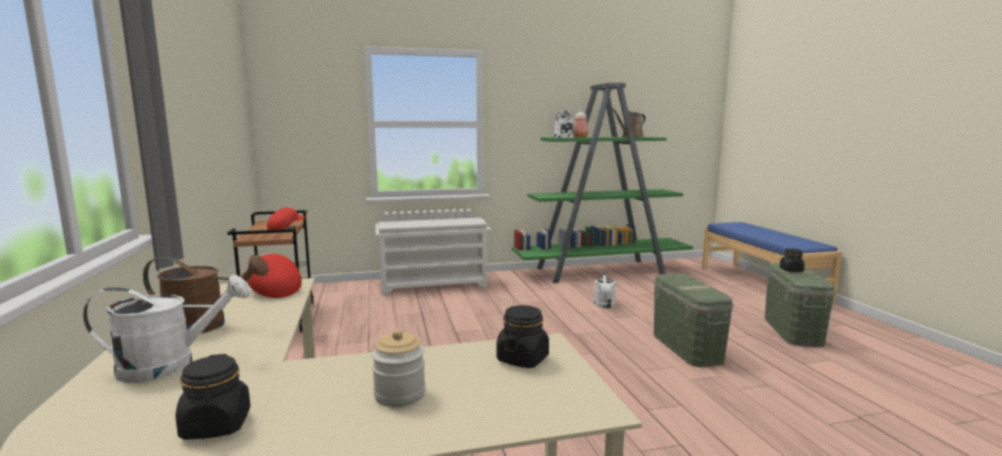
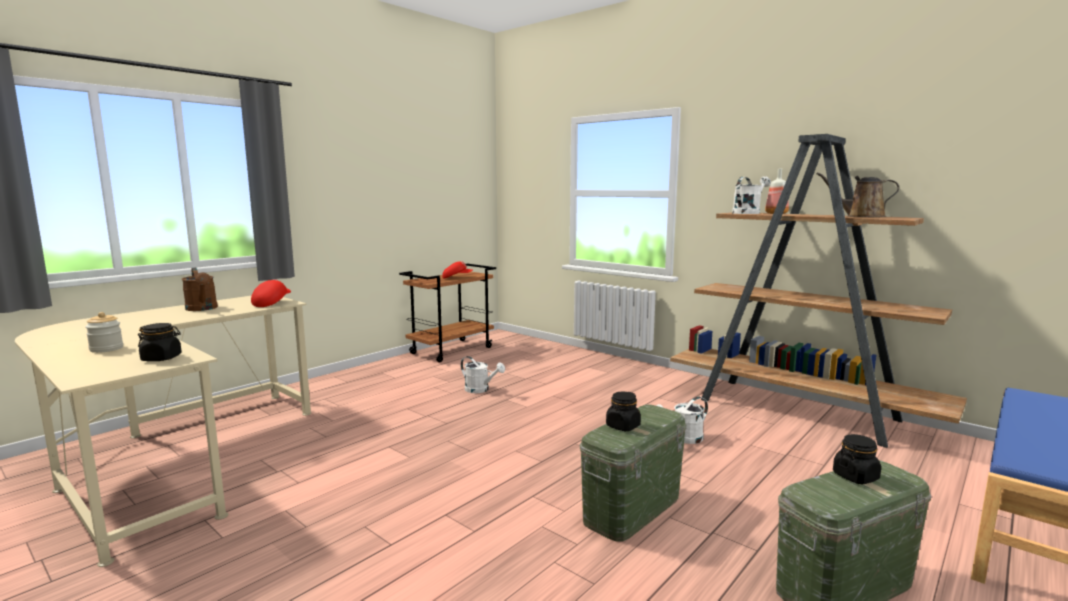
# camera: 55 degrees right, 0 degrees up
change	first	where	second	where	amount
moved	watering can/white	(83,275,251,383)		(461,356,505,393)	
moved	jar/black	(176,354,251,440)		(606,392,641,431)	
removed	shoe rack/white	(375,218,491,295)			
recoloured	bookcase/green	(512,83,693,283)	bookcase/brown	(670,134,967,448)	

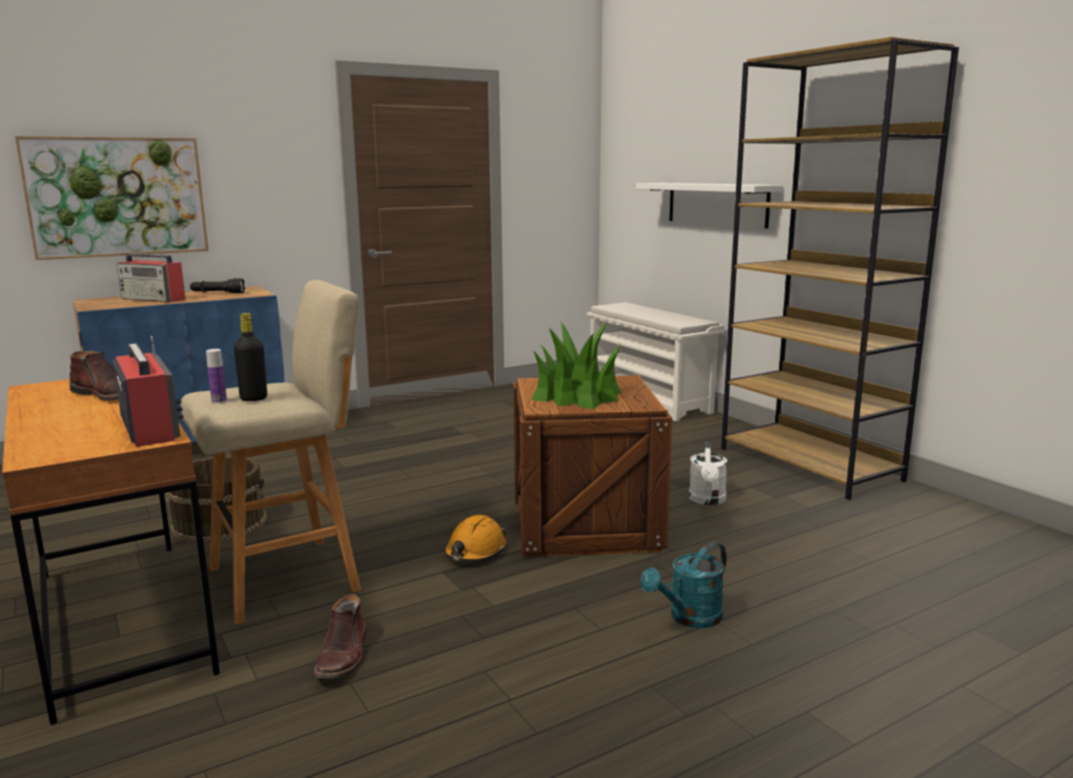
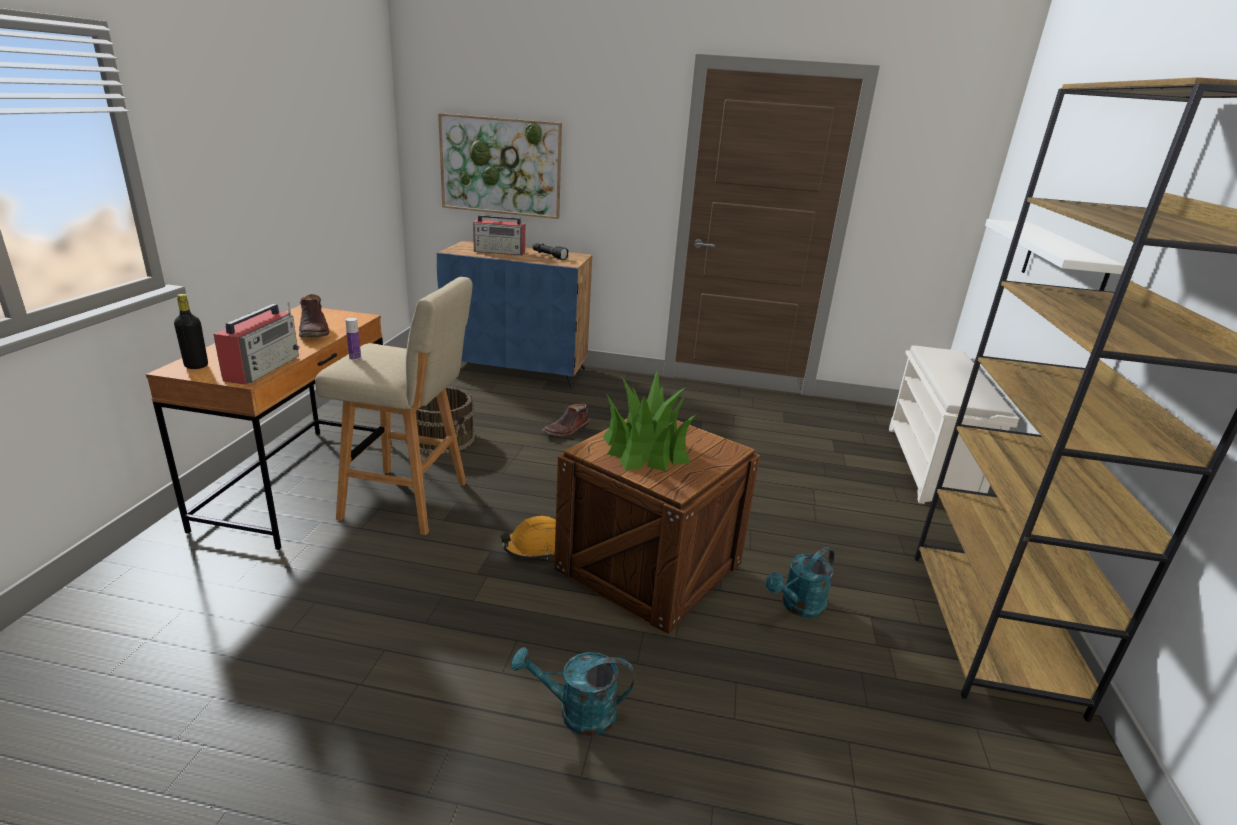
# camera: 40 degrees right, 10 degrees up
change	first	where	second	where	amount
turned	radio	(117,254,186,303)		(473,215,525,256)	60 degrees counterclockwise
moved	bottle/black	(234,313,267,401)		(174,294,208,369)	
moved	boot/brown	(314,594,366,679)		(542,403,590,437)	
recoloured	watering can/white	(689,442,727,505)	watering can/turquoise	(766,547,835,618)	

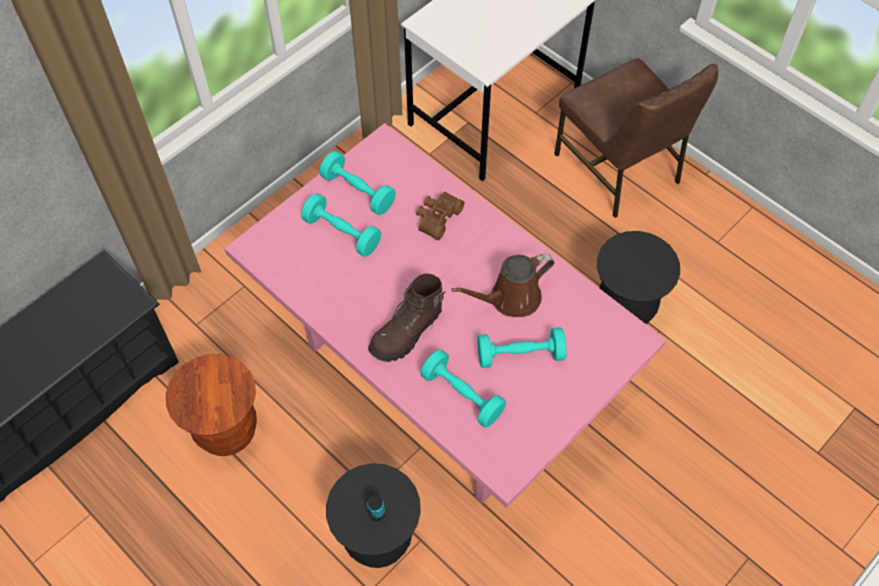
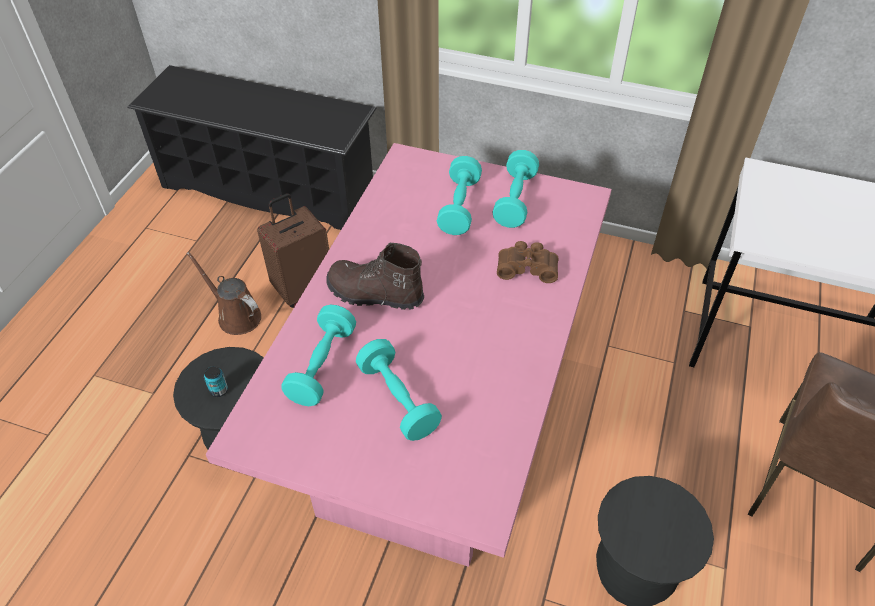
# camera: 65 degrees right, 10 degrees down
change	first	where	second	where	amount
replaced	stool/brown	(166,354,257,456)	suitcase/brown	(257,193,329,308)	
moved	watering can/brown	(451,253,555,317)		(186,252,261,335)	

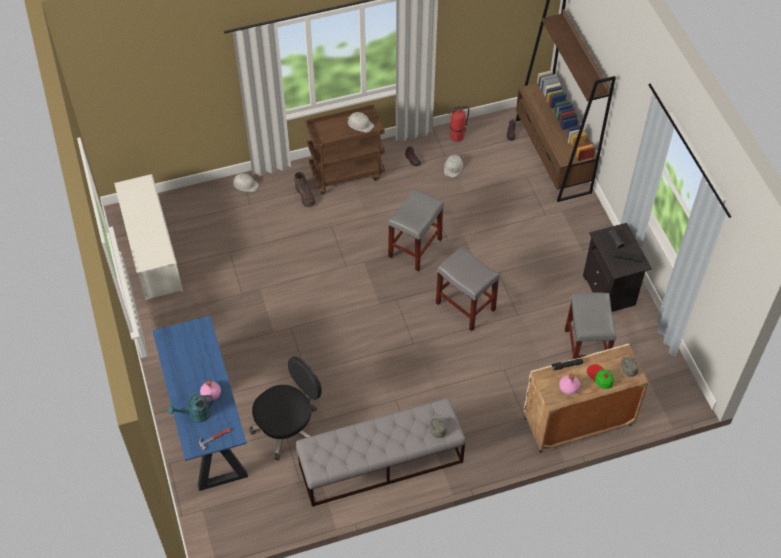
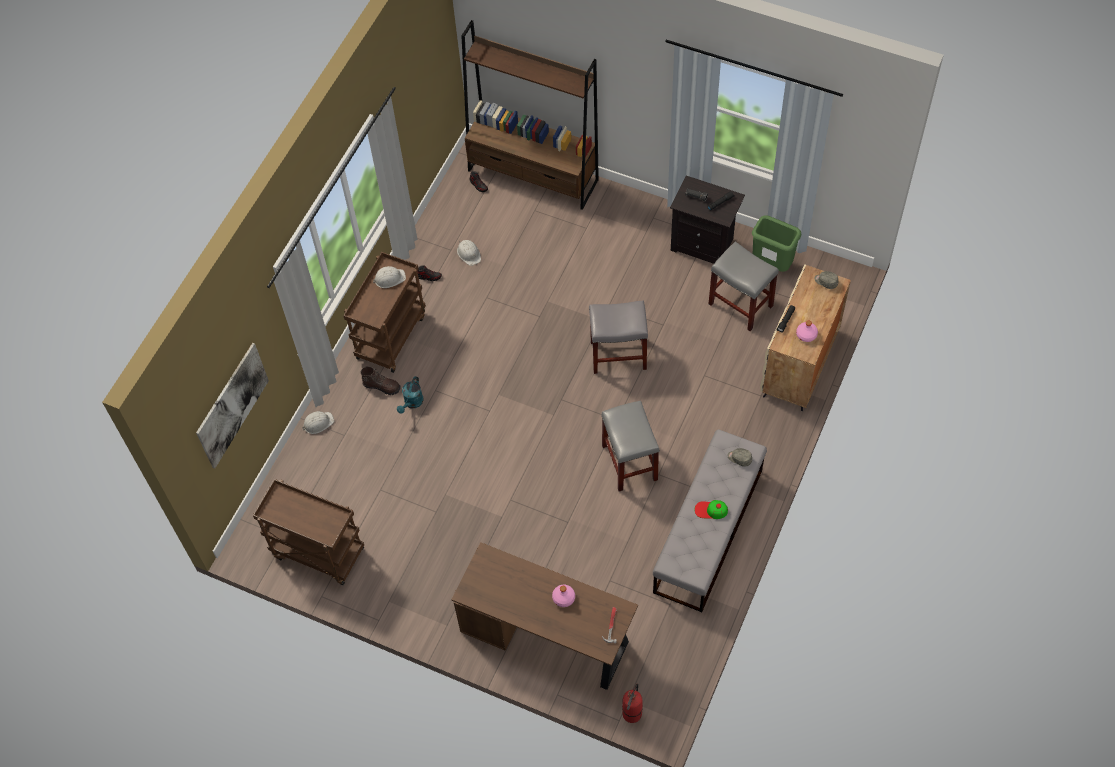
# camera: 45 degrees left, 5 degrees up
change	first	where	second	where	amount
replaced	shoe rack/white	(114,174,183,300)	cart/brown	(253,479,364,585)	
recoloured	desk/blue	(153,316,248,491)	desk/brown	(451,542,638,690)	
moved	watering can/turquoise	(168,394,213,422)		(397,376,423,414)	
removed	office chair/black	(249,356,322,461)			
moved	stool/grey	(388,188,444,272)		(601,401,659,492)	
moved	fire extinguisher	(449,105,469,142)		(622,683,643,723)	
moved	cap	(587,364,614,389)		(695,500,728,519)	
added			picture	(196,343,269,469)	
added			trash can/green	(752,215,802,272)	

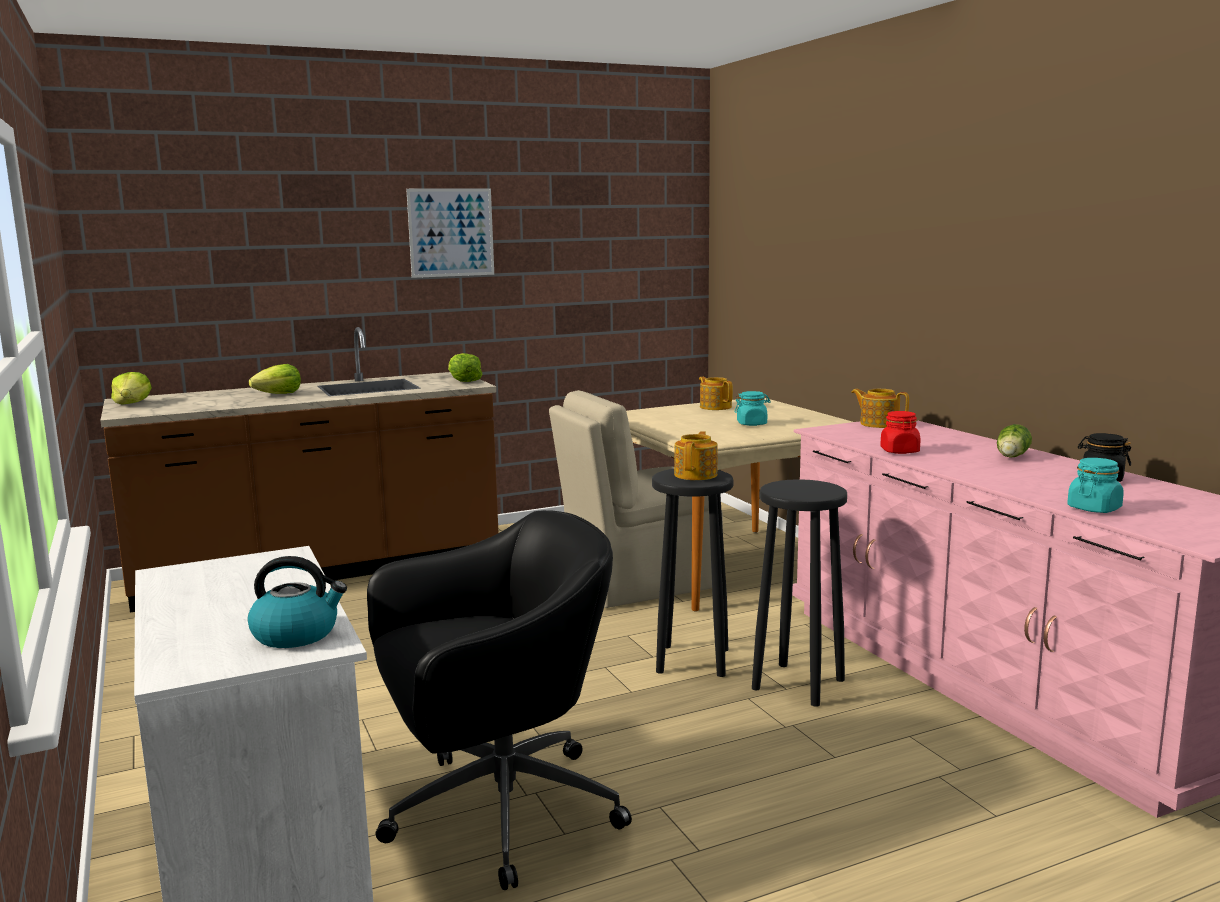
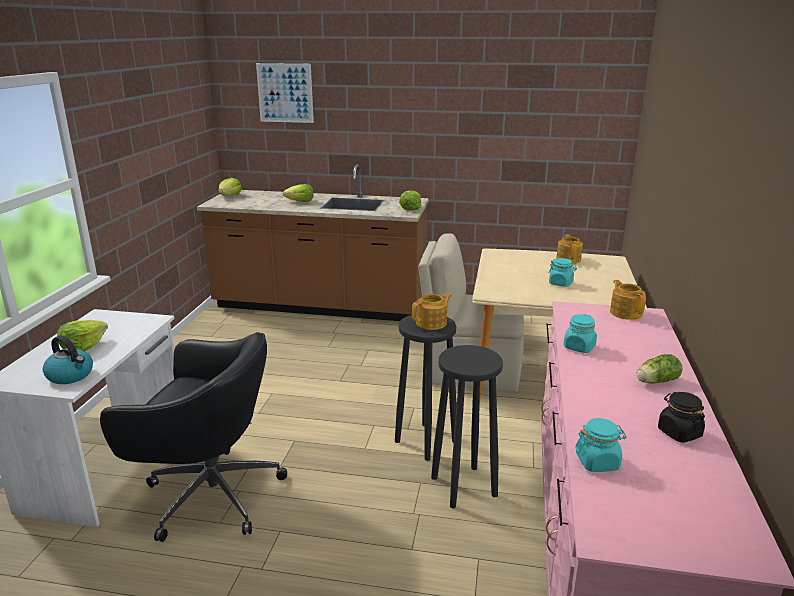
# camera: 35 degrees right, 10 degrees up
change	first	where	second	where	amount
moved	picture	(406,188,494,278)		(256,63,314,123)	
recoloured	jar/red	(880,411,921,454)	jar/turquoise	(563,314,597,353)	
added			lettuce	(57,320,108,351)	

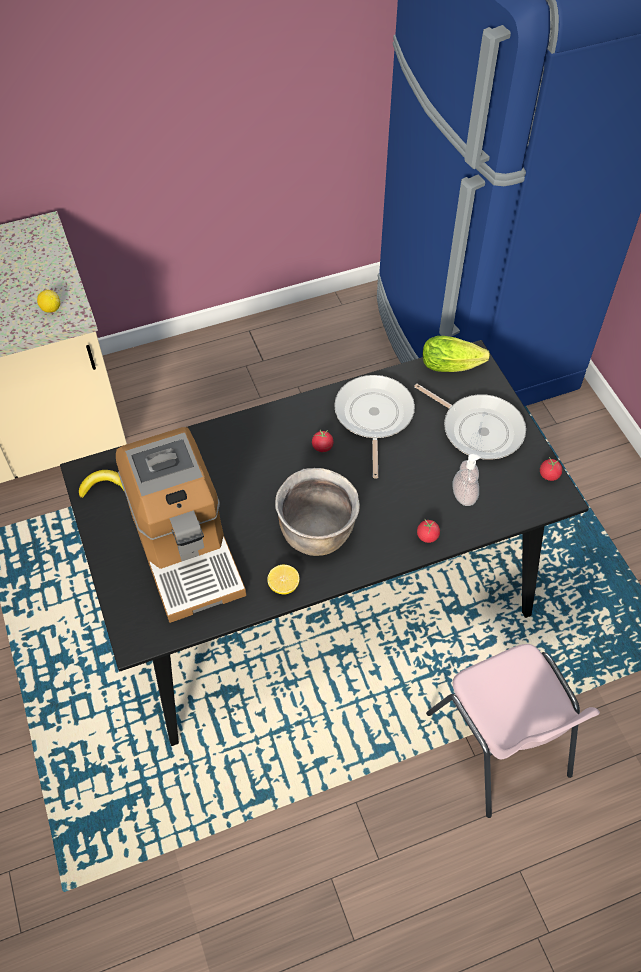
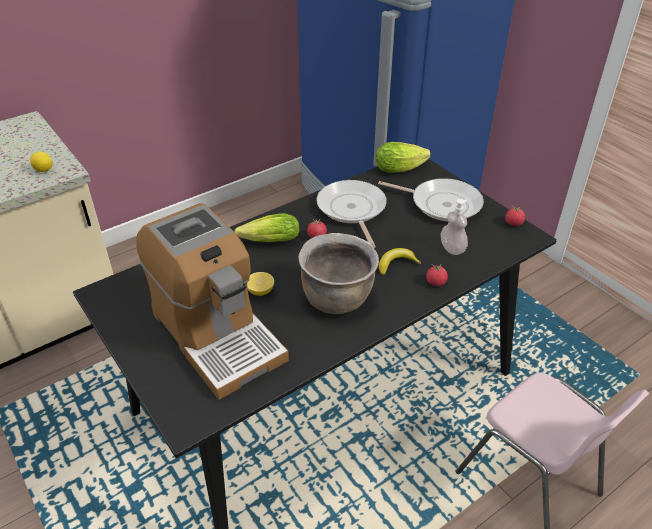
# camera: 15 degrees left, 15 degrees down
change	first	where	second	where	amount
moved	banana	(79,470,124,498)		(379,248,421,275)	
moved	lemon	(267,565,300,595)		(247,272,274,296)	
added			lettuce	(234,213,300,242)	

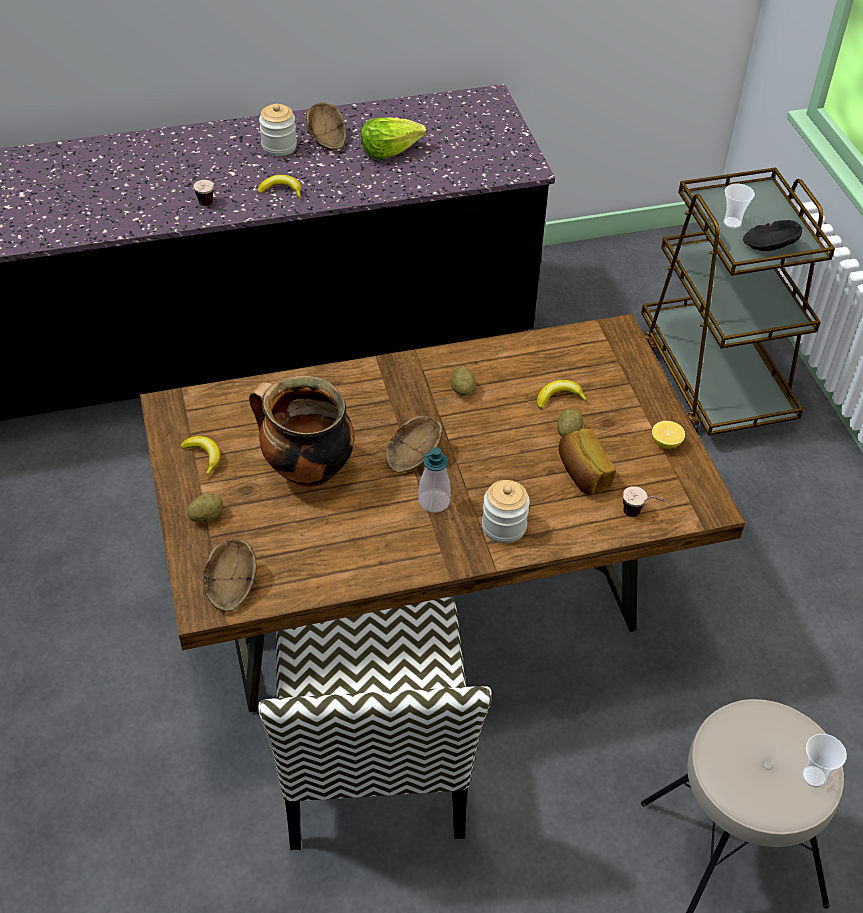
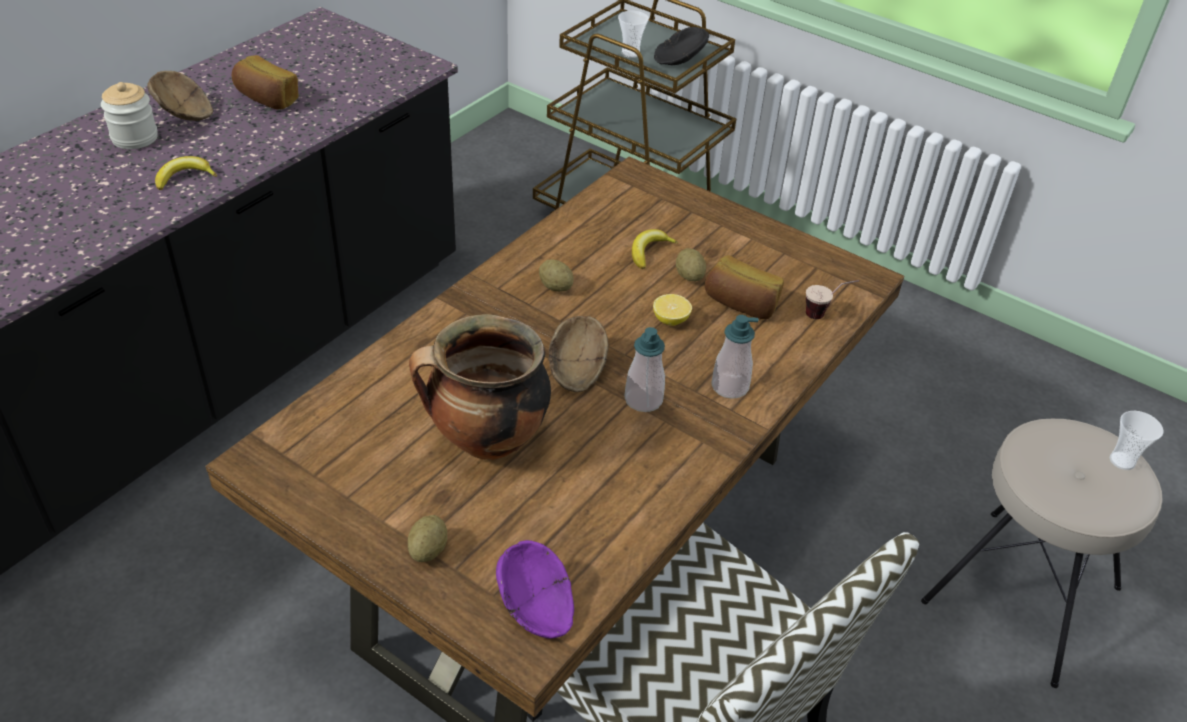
# camera: 40 degrees left, 5 degrees down
change	first	where	second	where	amount
removed	banana	(181,436,221,477)			
removed	cup	(193,179,228,206)			
recoloured	bowl/brown	(203,539,257,612)	bowl/purple	(496,540,574,639)	
replaced	lettuce	(361,117,426,159)	bread	(232,55,299,109)	
replaced	jar	(482,480,530,543)	soap dispenser	(711,315,759,399)	
moved	lemon	(652,421,685,449)		(653,294,692,326)	

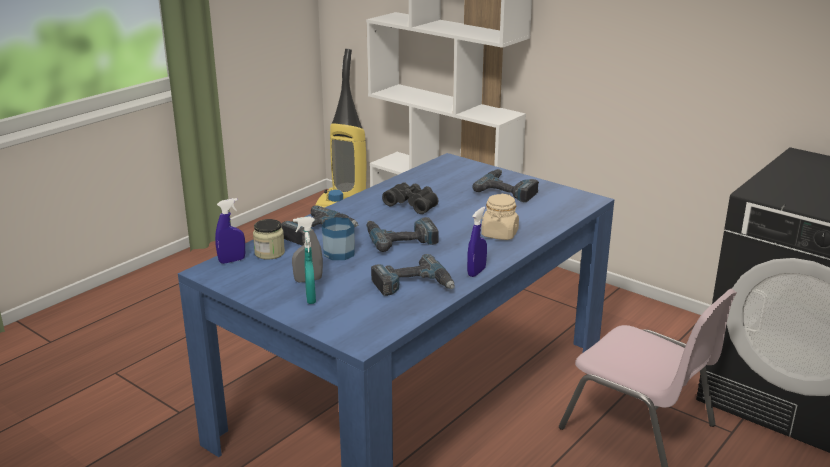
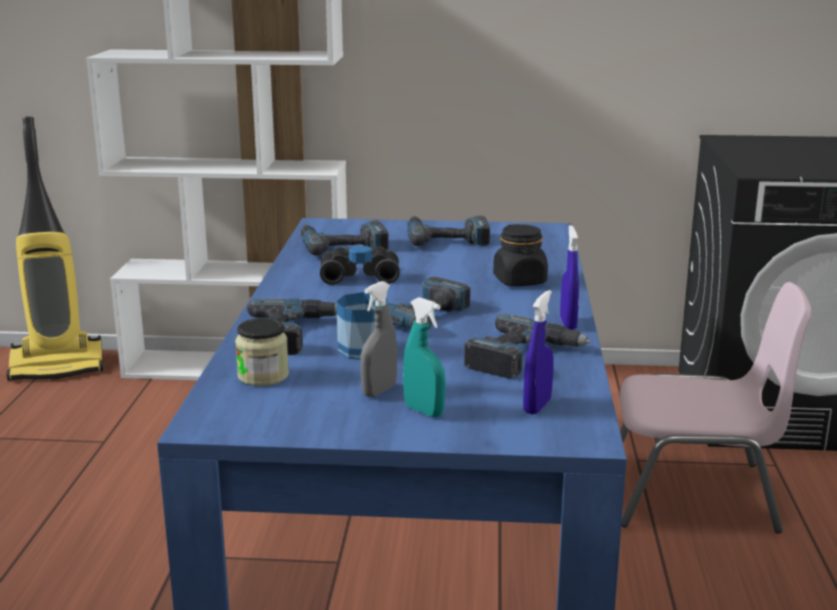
# camera: 35 degrees left, 5 degrees down
change	first	where	second	where	amount
moved	spray bottle/blue	(215,198,245,264)		(523,290,554,415)	
recoloured	jar/beige	(481,194,519,240)	jar/black	(493,224,548,286)	
added			power drill	(301,221,389,256)	

